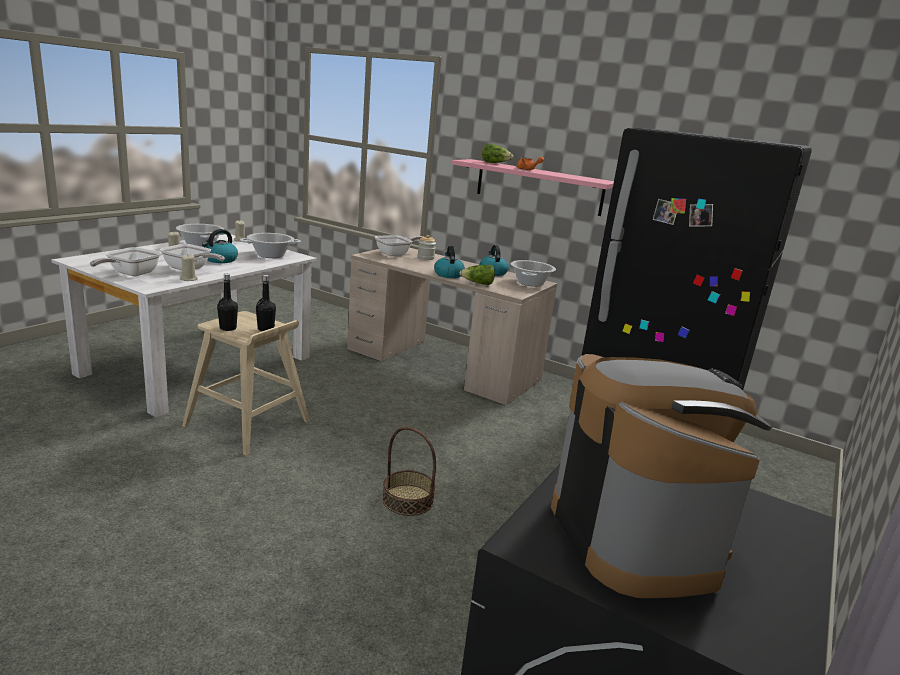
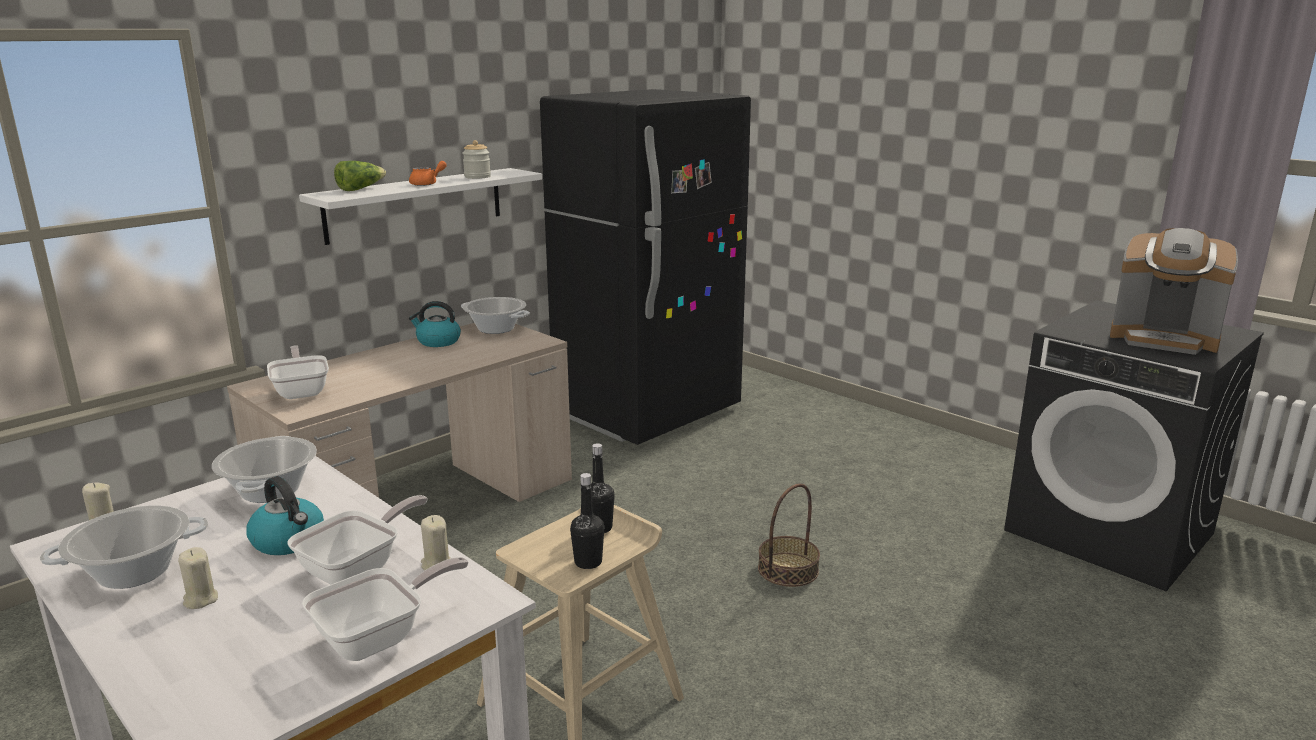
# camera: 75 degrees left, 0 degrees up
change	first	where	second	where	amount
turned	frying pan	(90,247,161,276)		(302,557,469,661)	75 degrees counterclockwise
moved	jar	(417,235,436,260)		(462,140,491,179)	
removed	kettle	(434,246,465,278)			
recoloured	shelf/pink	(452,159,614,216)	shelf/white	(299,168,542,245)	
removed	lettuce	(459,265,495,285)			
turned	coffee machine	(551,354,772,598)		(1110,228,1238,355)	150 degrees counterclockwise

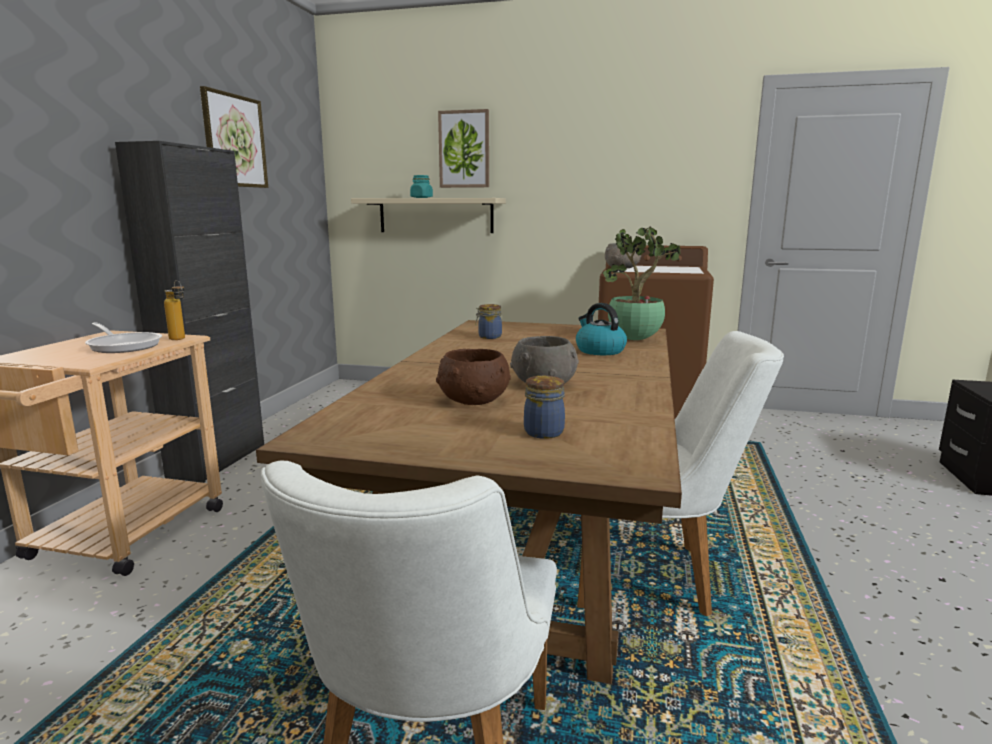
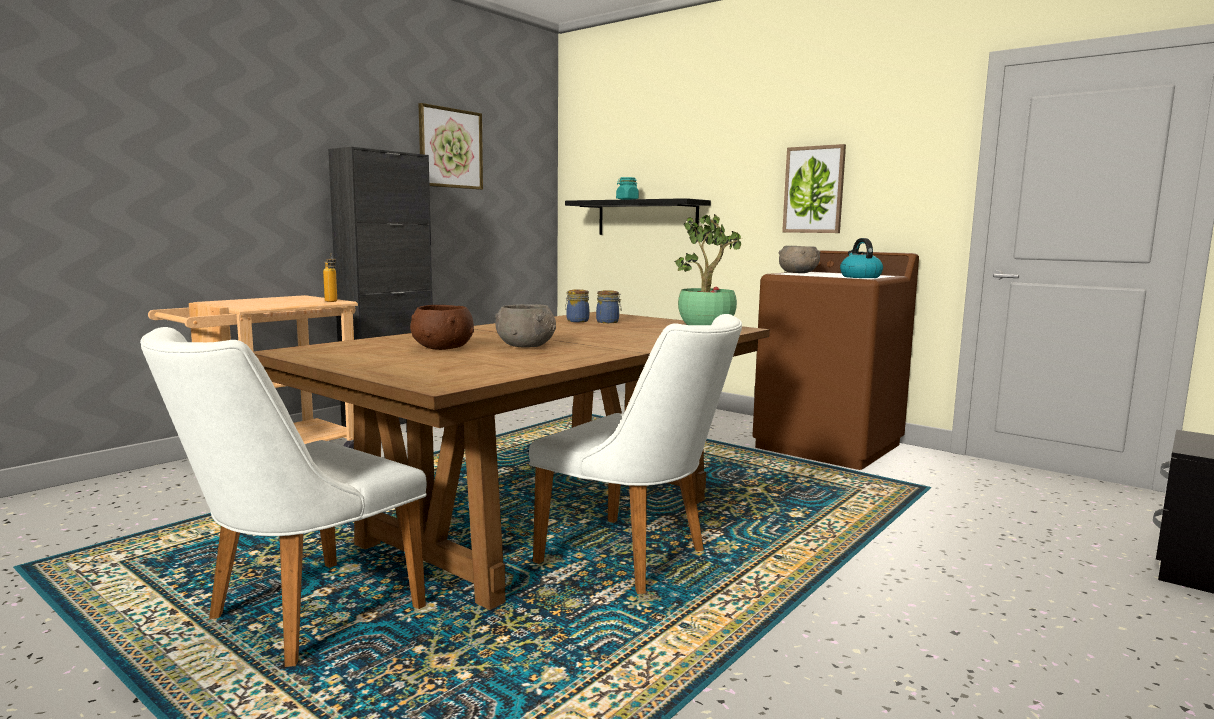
# camera: 25 degrees right, 5 degrees down
change	first	where	second	where	amount
removed	frying pan	(85,322,162,353)			
recoloured	shelf/beige	(351,198,506,233)	shelf/black	(565,198,711,235)	
moved	picture	(438,109,489,188)		(782,144,846,233)	
moved	jar	(524,375,565,439)		(596,290,622,323)	
moved	kettle	(576,303,627,355)		(840,238,883,278)	

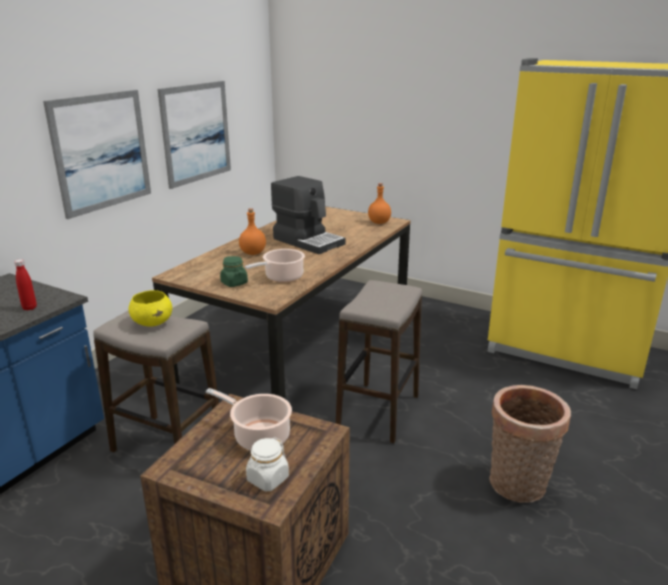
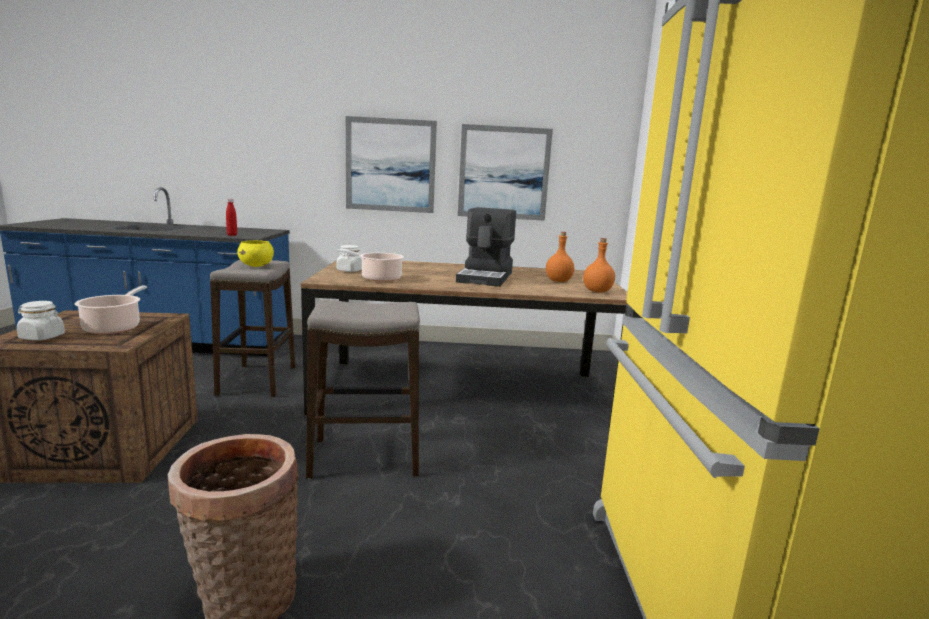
# camera: 60 degrees right, 10 degrees down
change	first	where	second	where	amount
recoloured	jar/green	(220,256,248,287)	jar/white	(336,245,362,272)	
moved	bottle/orange	(239,208,266,255)		(546,232,574,282)	

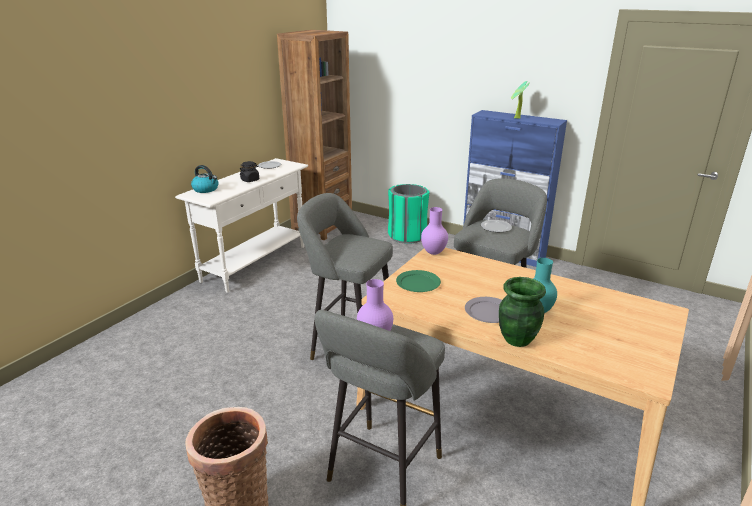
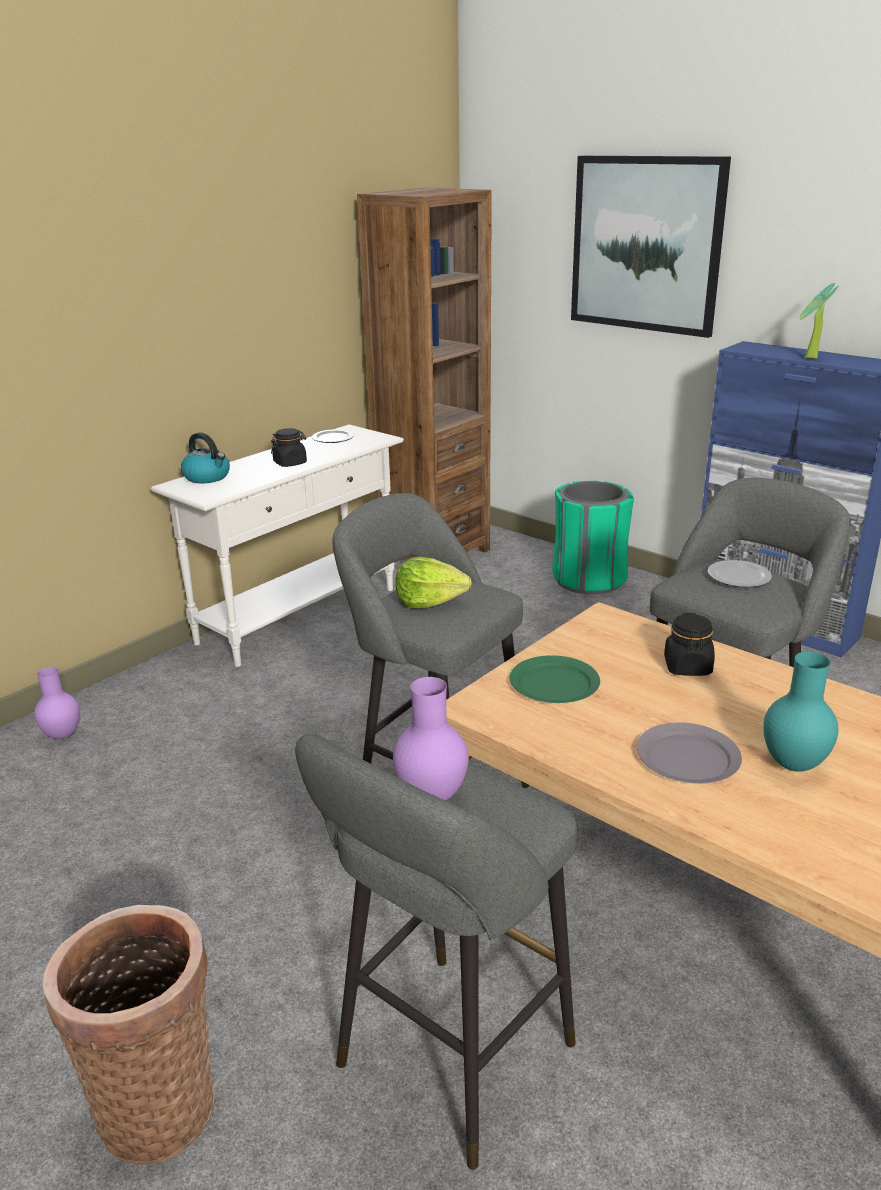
# camera: 10 degrees right, 0 degrees up
change	first	where	second	where	amount
moved	vase/purple	(421,207,448,255)		(34,667,80,739)	
removed	vase/green	(499,277,546,347)			
added			lettuce	(396,557,472,608)	
added			picture	(571,156,731,338)	
added			jar/black	(664,613,715,676)	

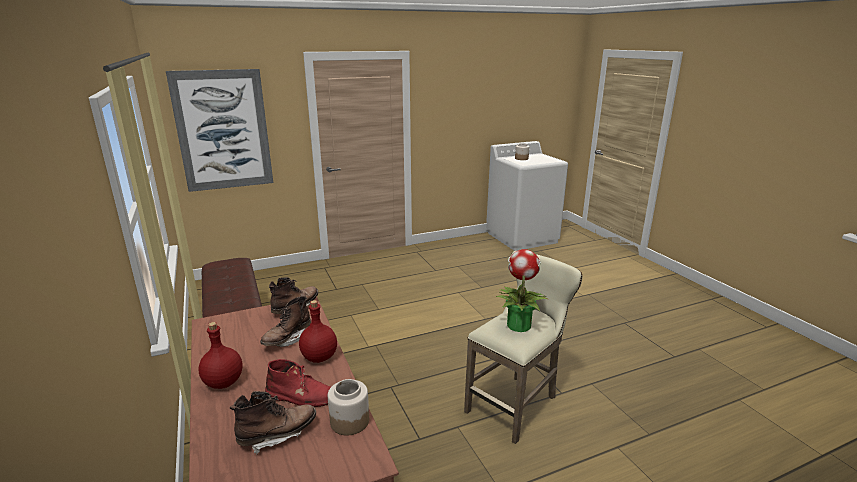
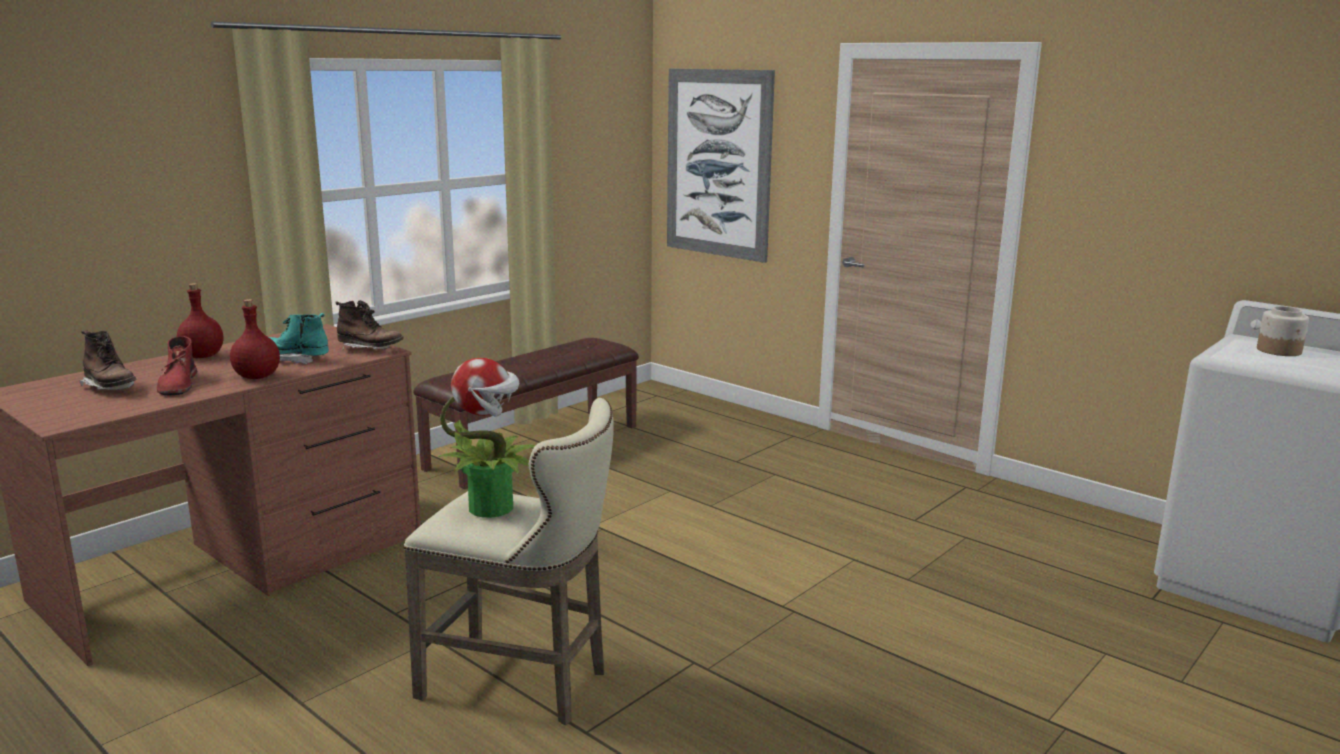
# camera: 65 degrees right, 5 degrees down
change	first	where	second	where	amount
recoloured	boot/brown	(260,293,311,347)	boot/turquoise	(269,313,329,364)	
removed	jar	(328,379,369,435)			

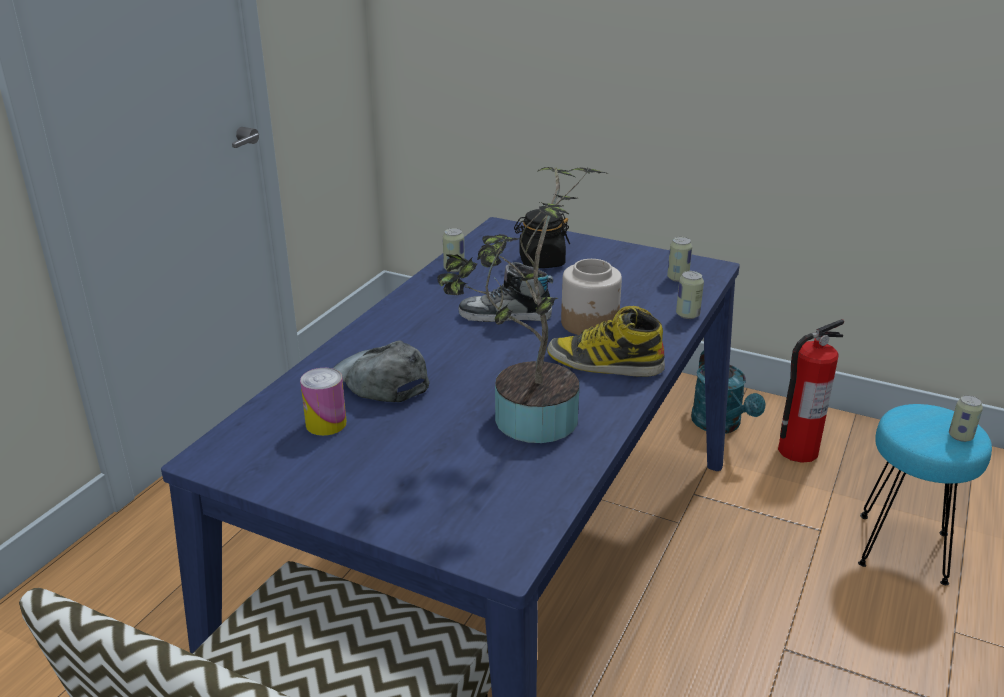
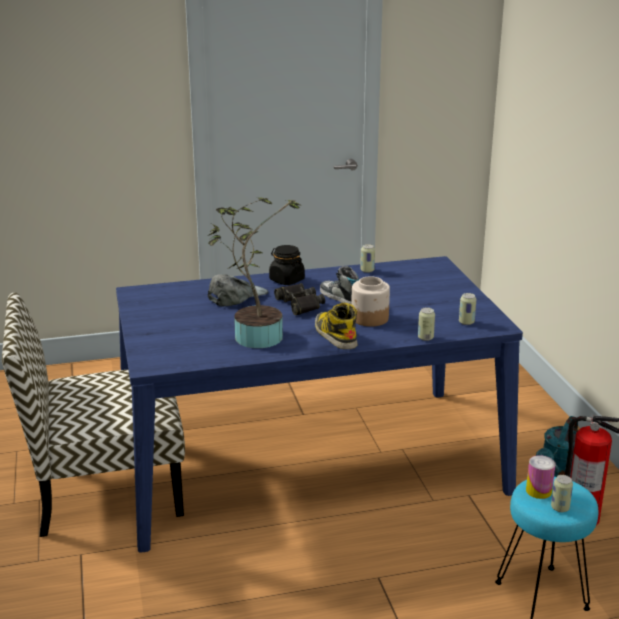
# camera: 50 degrees right, 5 degrees down
change	first	where	second	where	amount
moved	can	(300,368,347,436)		(526,455,556,499)	
turned	cap/grey	(333,340,430,402)		(208,274,268,307)	45 degrees clockwise
moved	jar/black	(514,209,570,268)		(269,245,305,285)	
added			binoculars/black	(274,283,325,315)	

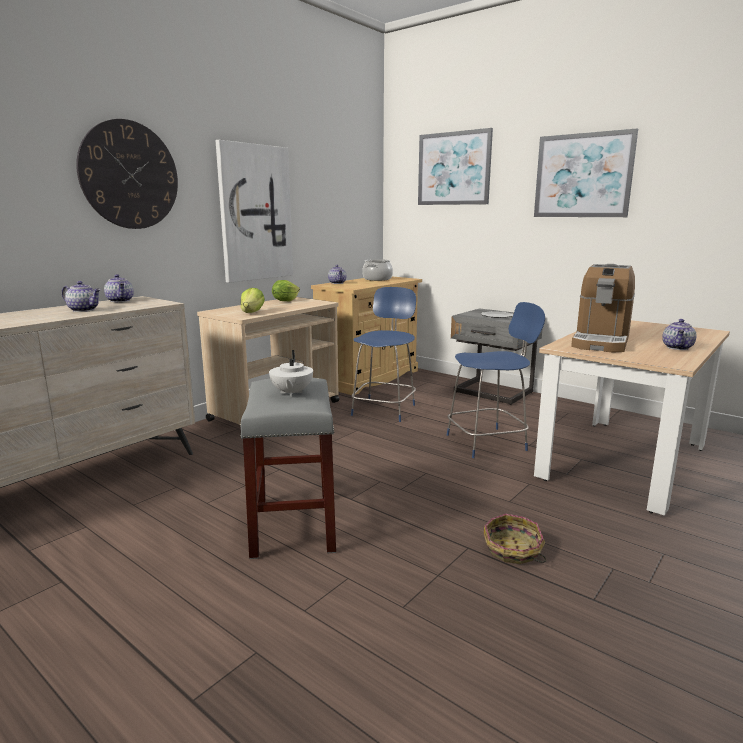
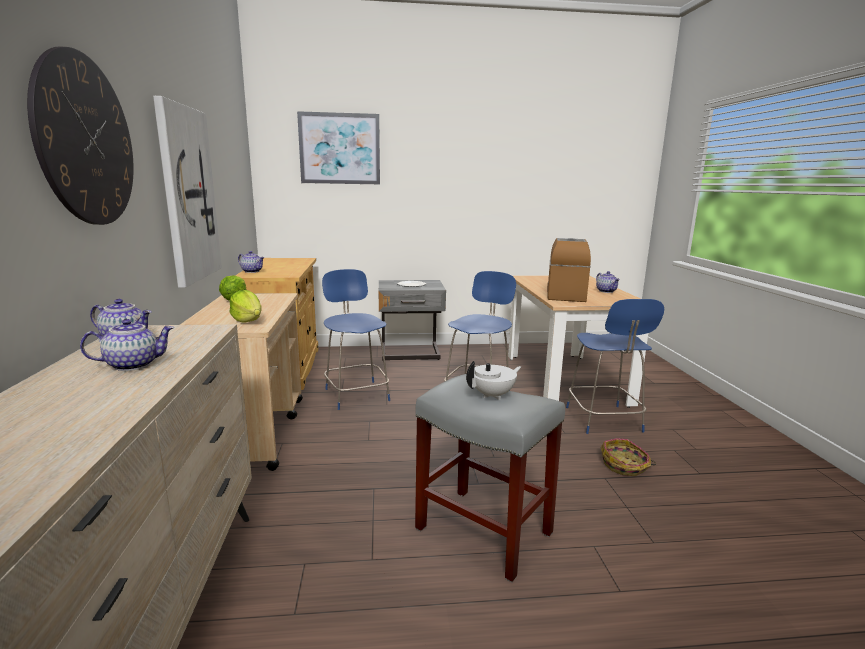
# camera: 45 degrees left, 0 degrees up
change	first	where	second	where	amount
turned	teapot/white	(269,350,313,397)		(466,361,521,400)	75 degrees counterclockwise
removed	cooking pot	(362,259,393,281)			
removed	picture	(534,129,638,217)			
turned	coffee machine	(571,264,635,353)		(547,238,591,302)	150 degrees counterclockwise
added			chair/blue	(566,299,664,434)	

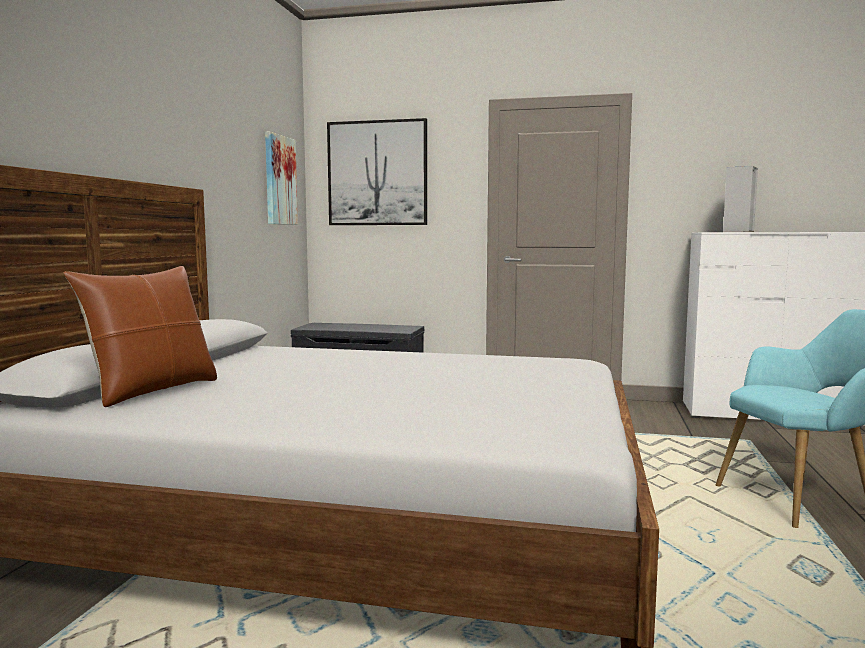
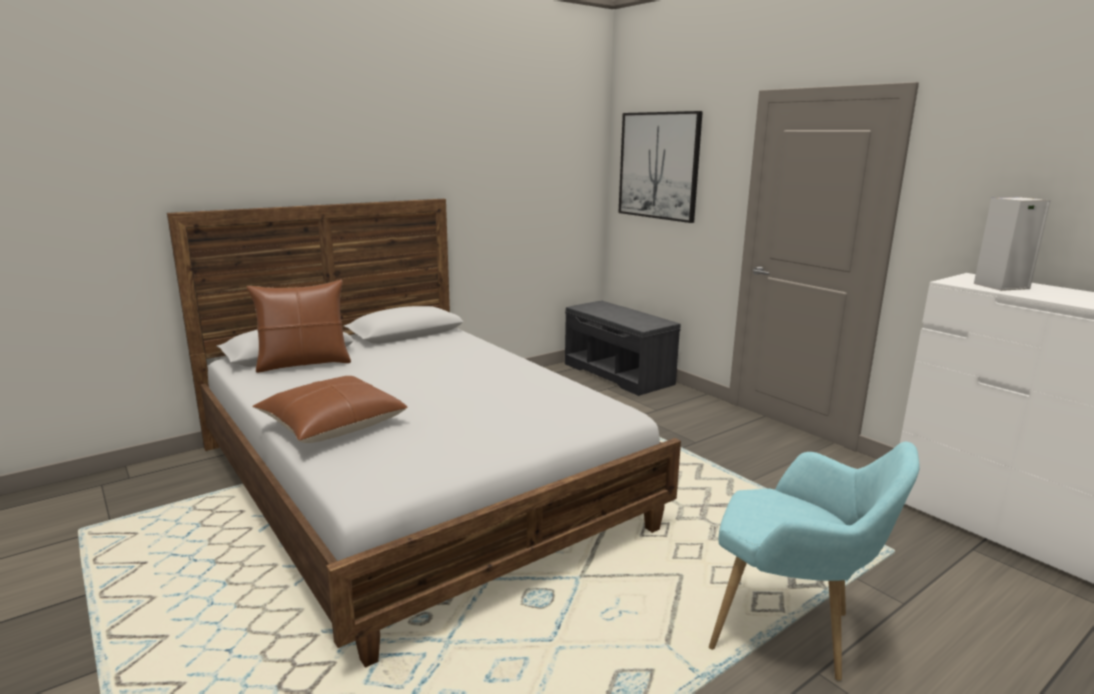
# camera: 40 degrees right, 10 degrees up
change	first	where	second	where	amount
removed	picture	(265,131,298,225)			
added			pillow/brown	(252,376,408,443)	

